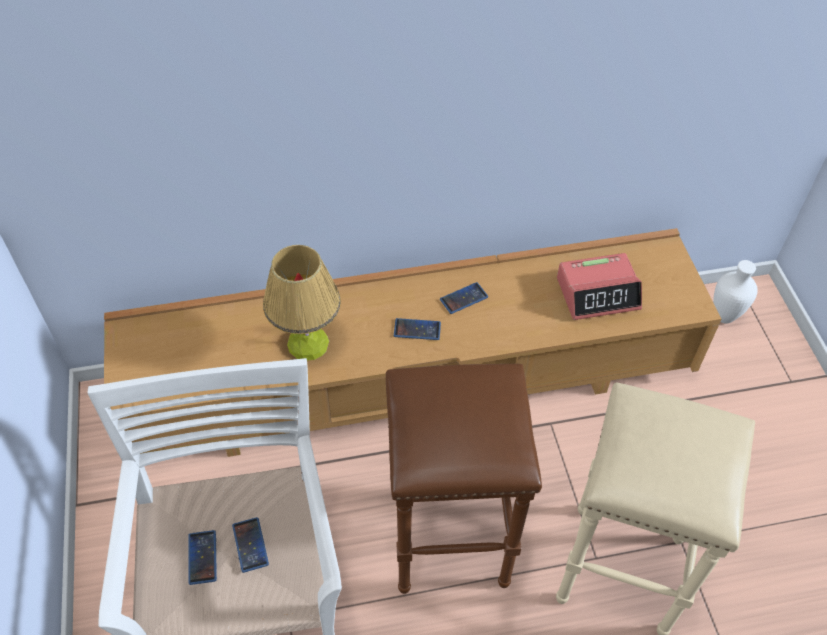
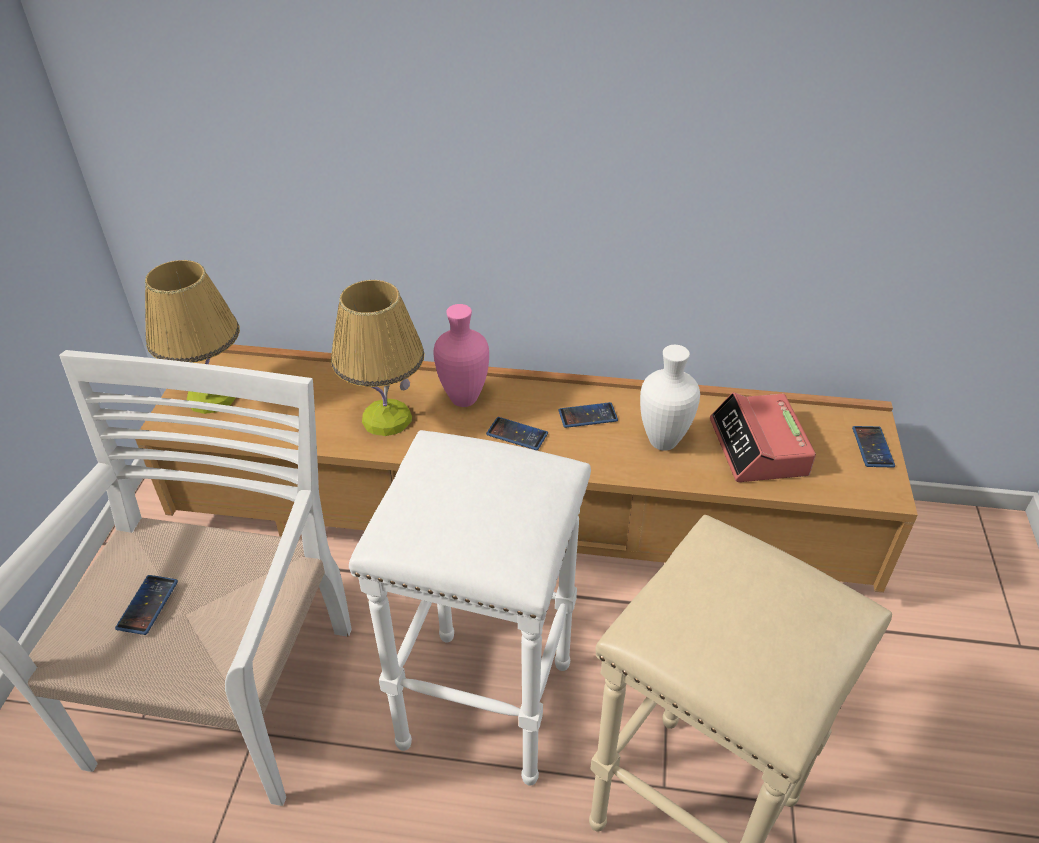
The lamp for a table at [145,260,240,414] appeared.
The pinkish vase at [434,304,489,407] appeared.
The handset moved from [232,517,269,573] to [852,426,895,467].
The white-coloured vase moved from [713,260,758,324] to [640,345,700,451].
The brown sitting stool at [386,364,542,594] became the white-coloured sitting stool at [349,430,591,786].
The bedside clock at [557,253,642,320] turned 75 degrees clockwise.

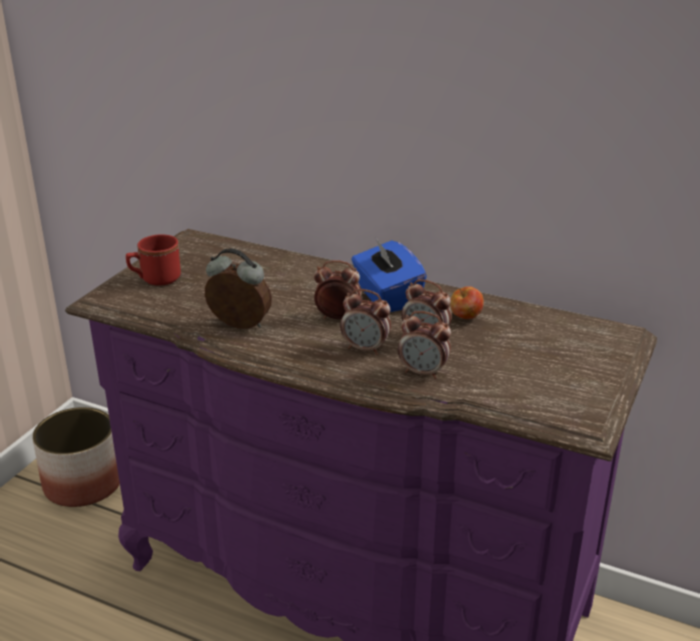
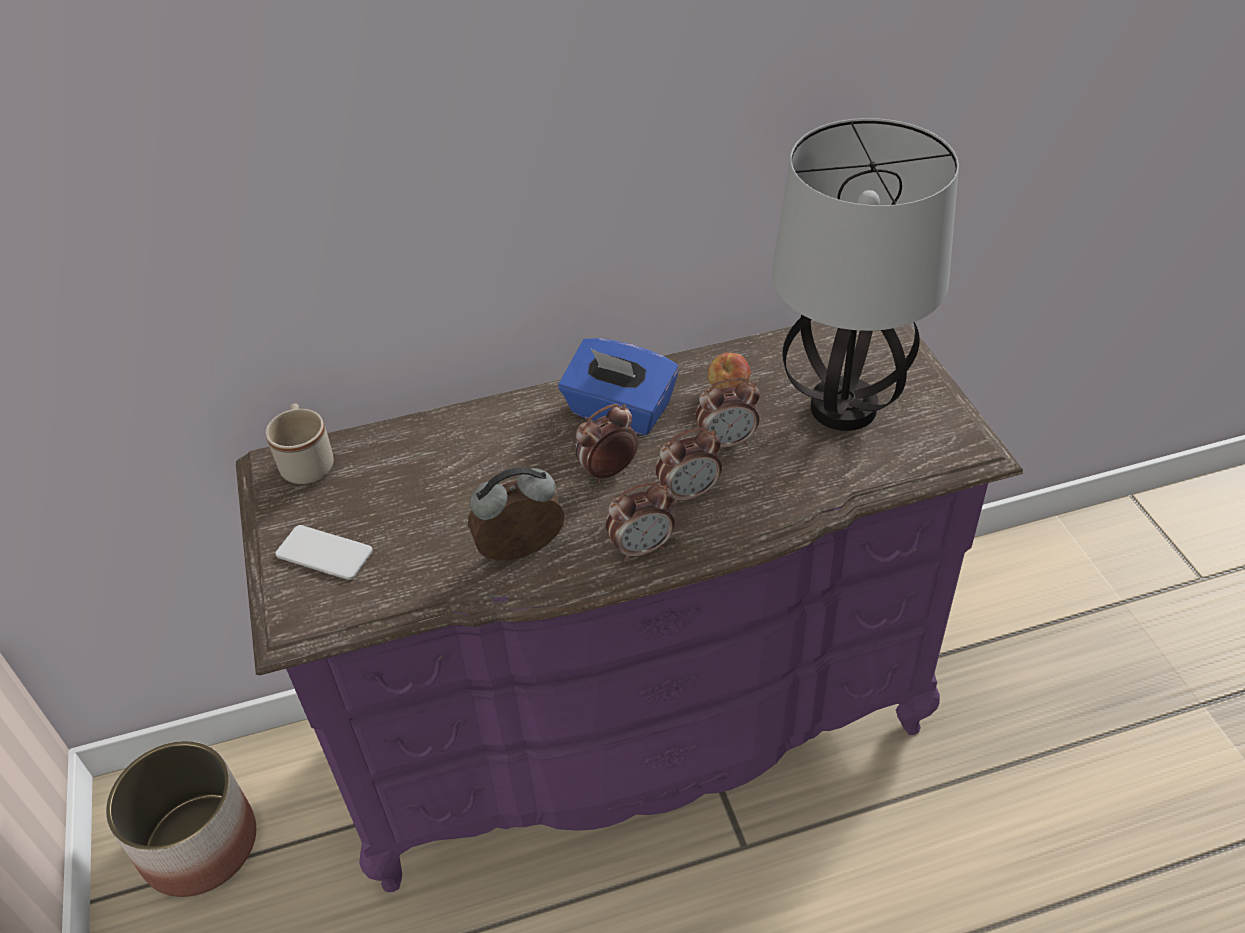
The sand-coloured coffee mug at [265,403,334,484] appeared.
The lamp for a table at [772,118,959,431] appeared.
The bedside clock moved from [398,311,451,379] to [606,482,675,561].
The red-coloured coffee mug at [126,234,181,286] was replaced by the handset at [275,525,373,580].

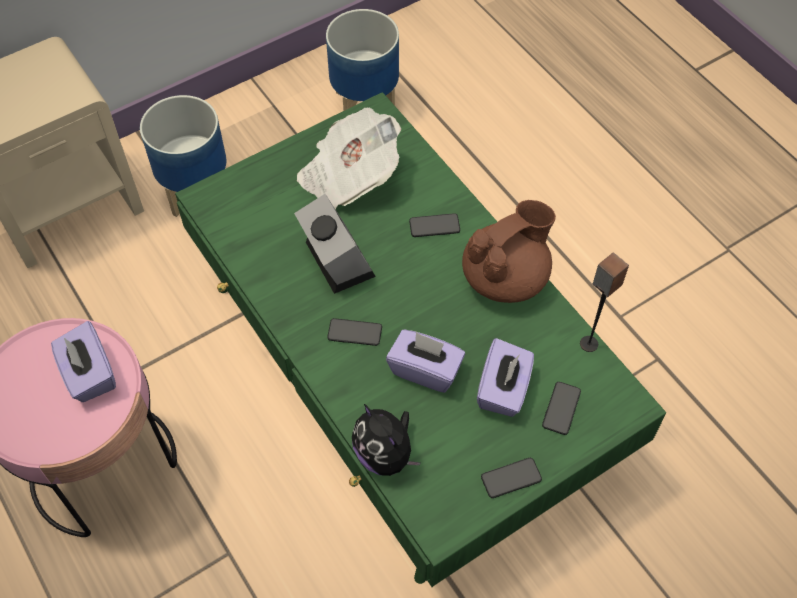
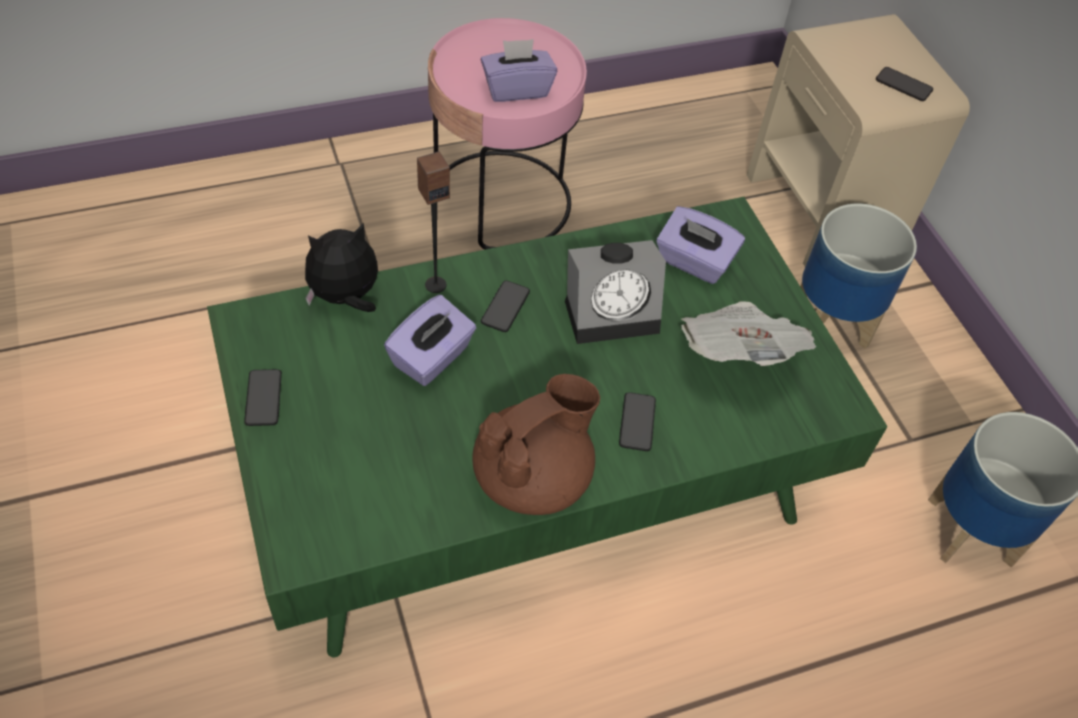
The purplish box of tissues moved from [477,338,534,417] to [656,206,745,284].
The handset moved from [542,382,581,435] to [876,67,933,101].
The audio speaker moved from [580,252,629,352] to [417,151,450,293].
The brown teapot at [462,200,556,303] turned 105 degrees counterclockwise.

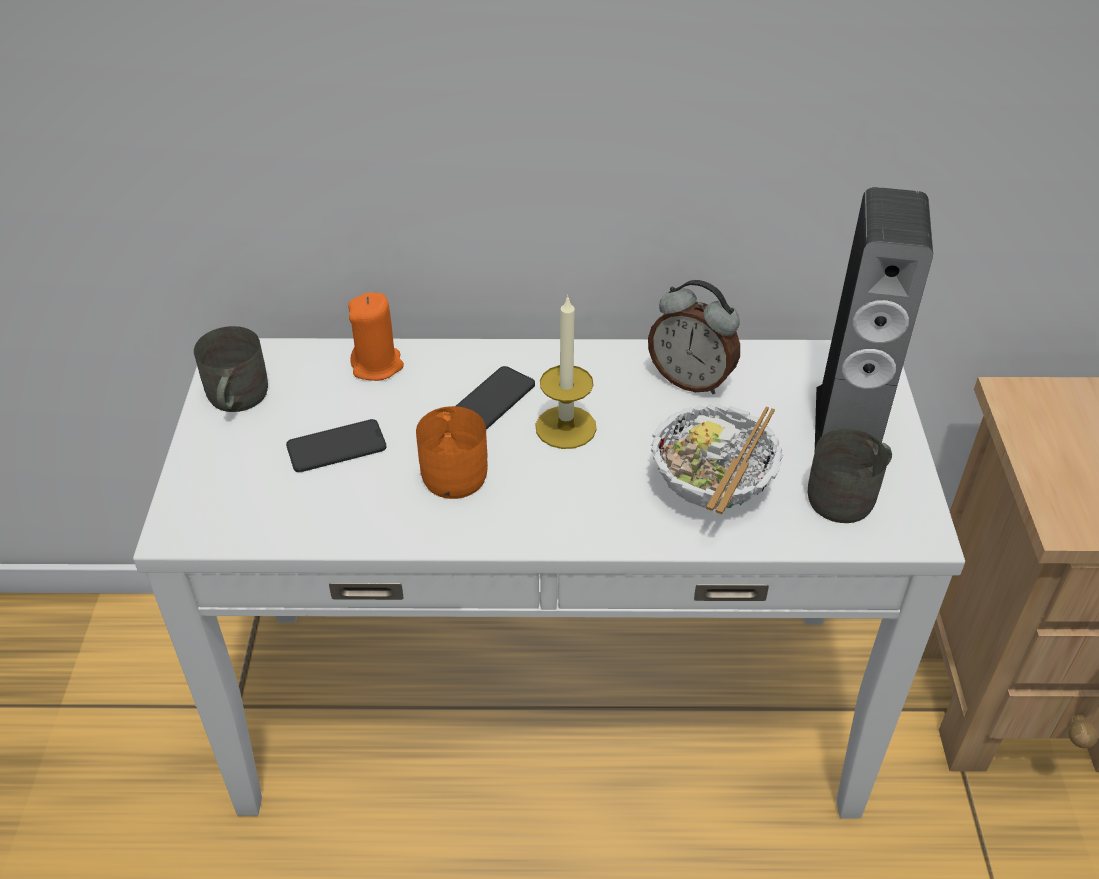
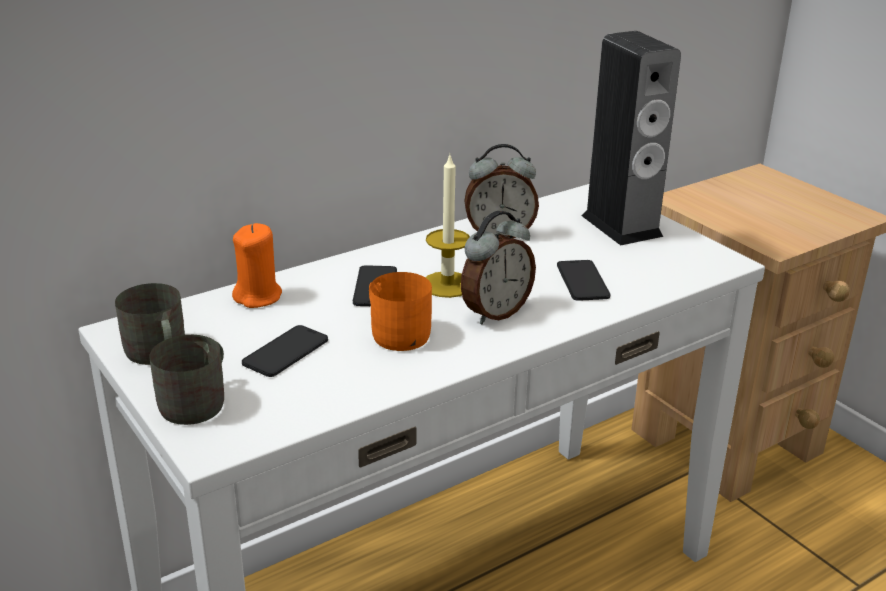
The bedside clock at [461,211,536,324] appeared.
The grey coffee mug moved from [808,429,892,523] to [149,335,224,425].
The serving bowl at [650,404,783,514] was replaced by the handset at [557,260,610,301].

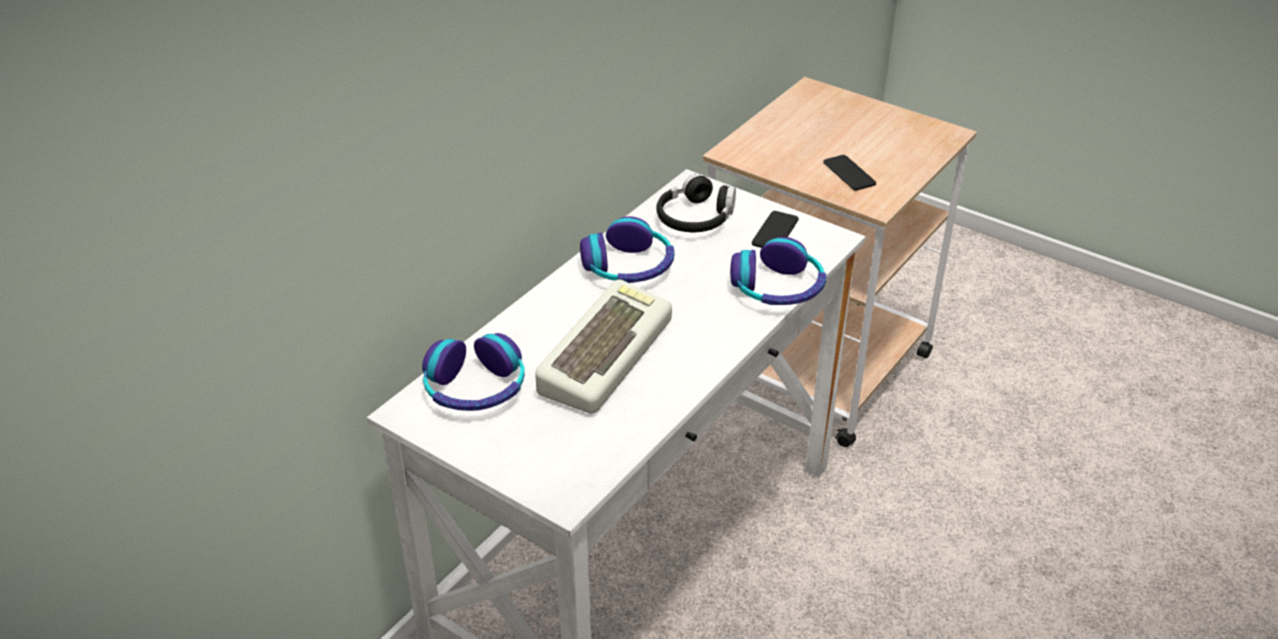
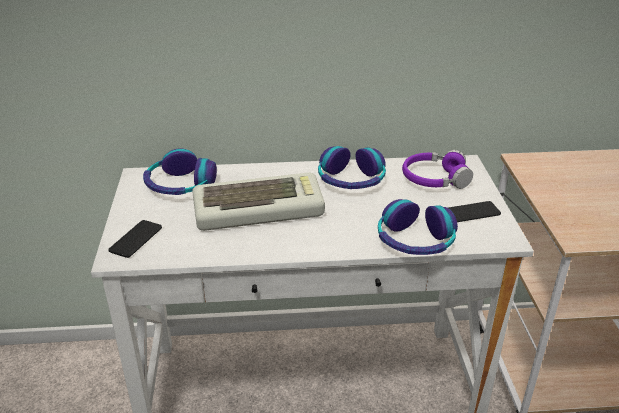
The handset moved from [823,155,876,191] to [108,220,162,258].
The blackish headset at [656,173,736,232] became the purplish headset at [402,150,473,189].

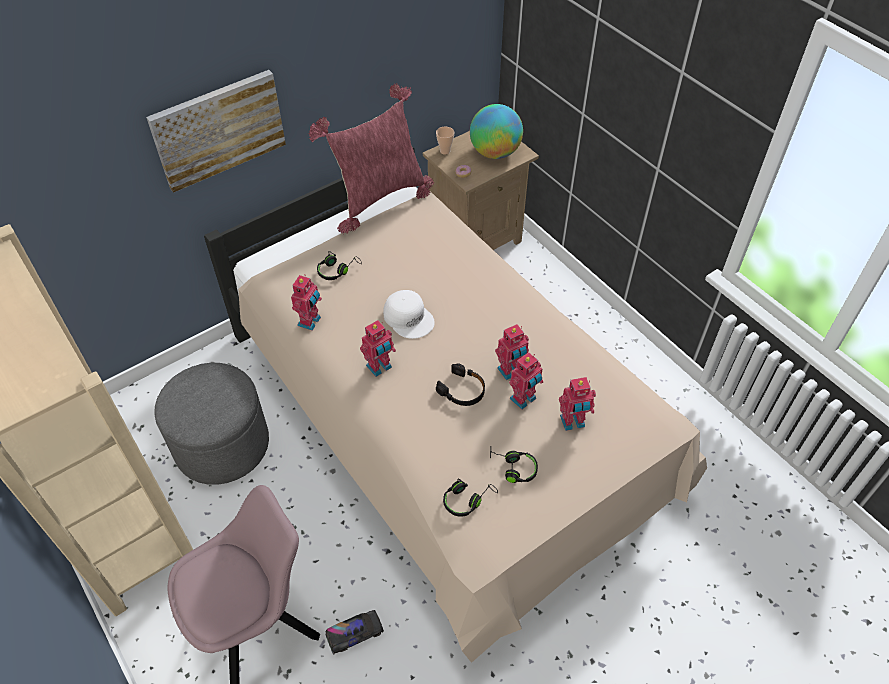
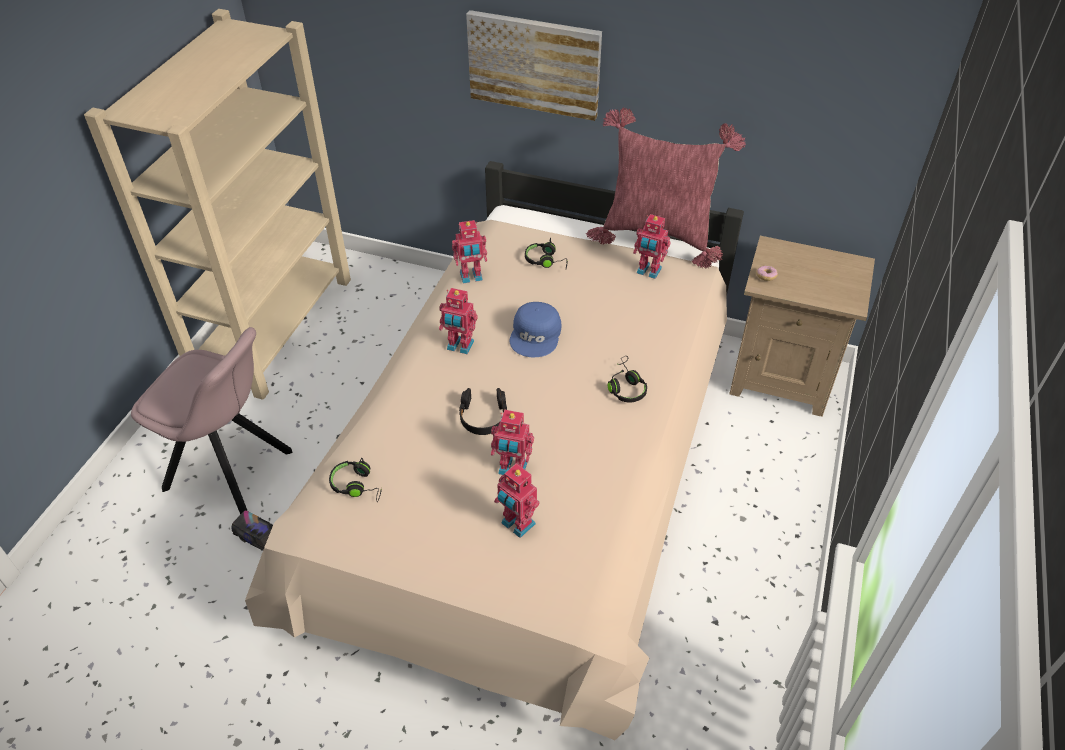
The grey ottoman at [154,363,269,485] disappeared.
The small cup at [436,127,454,154] disappeared.
The world globe at [470,104,523,159] disappeared.
The blackish headset moved from [490,448,538,483] to [608,356,647,403].
The toy robot moved from [495,324,529,380] to [633,214,670,279].
The white-coloured baseball cap at [383,290,435,339] became the bluish baseball cap at [509,302,561,357].

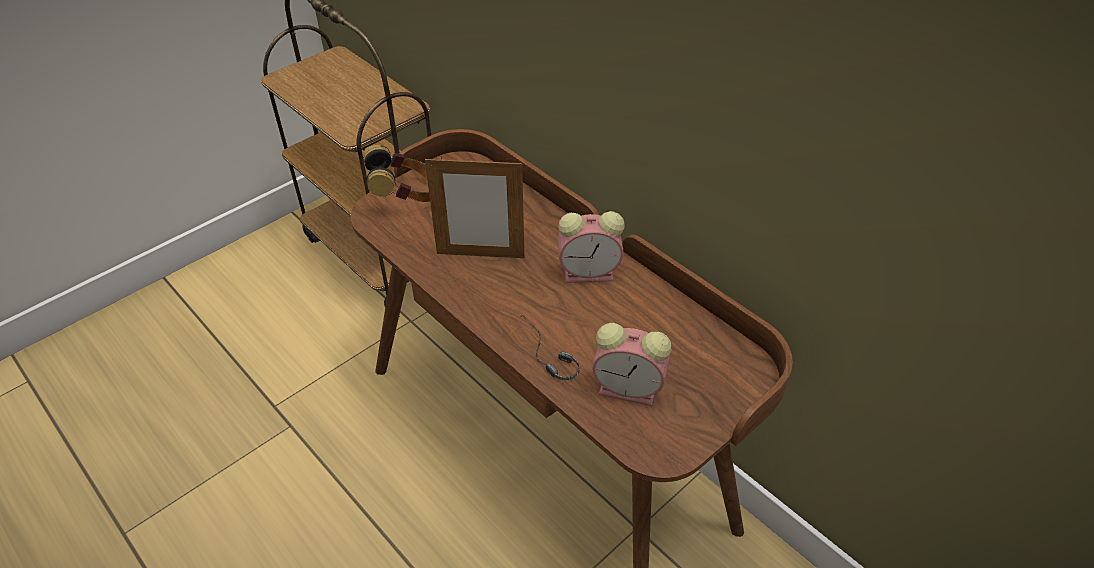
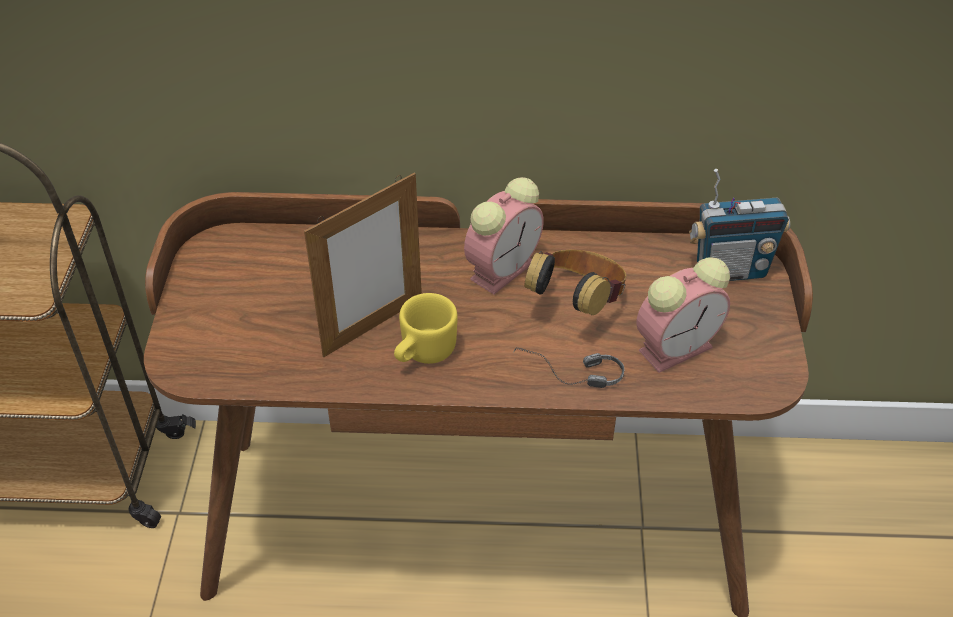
The yellow coffee mug at [394,293,458,364] appeared.
The radio set at [689,169,790,281] appeared.
The headset moved from [363,145,430,202] to [524,250,626,315].

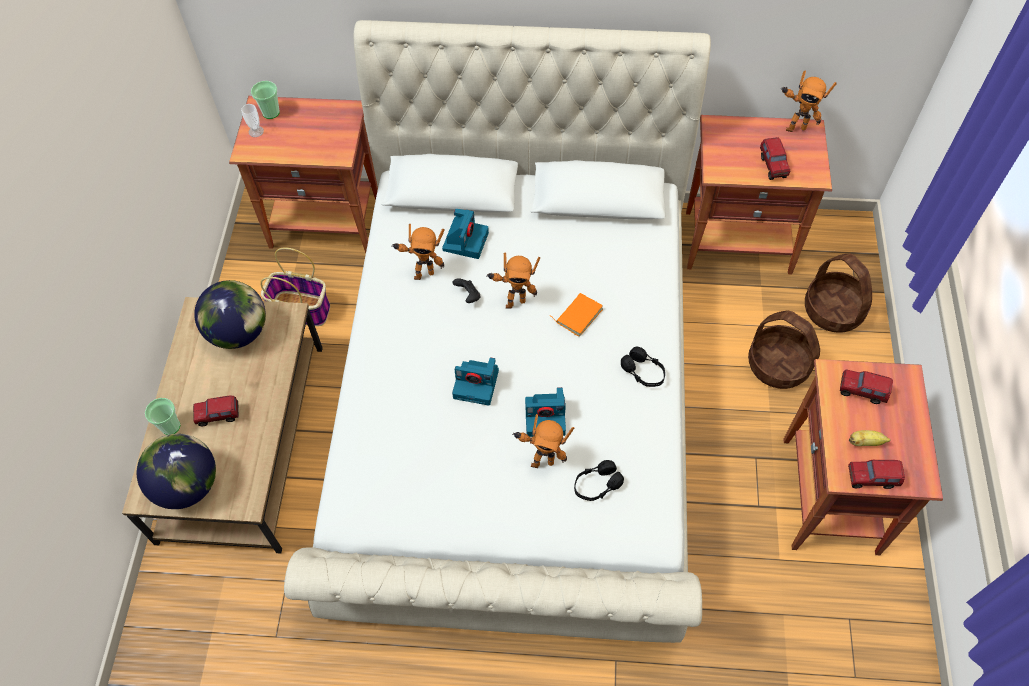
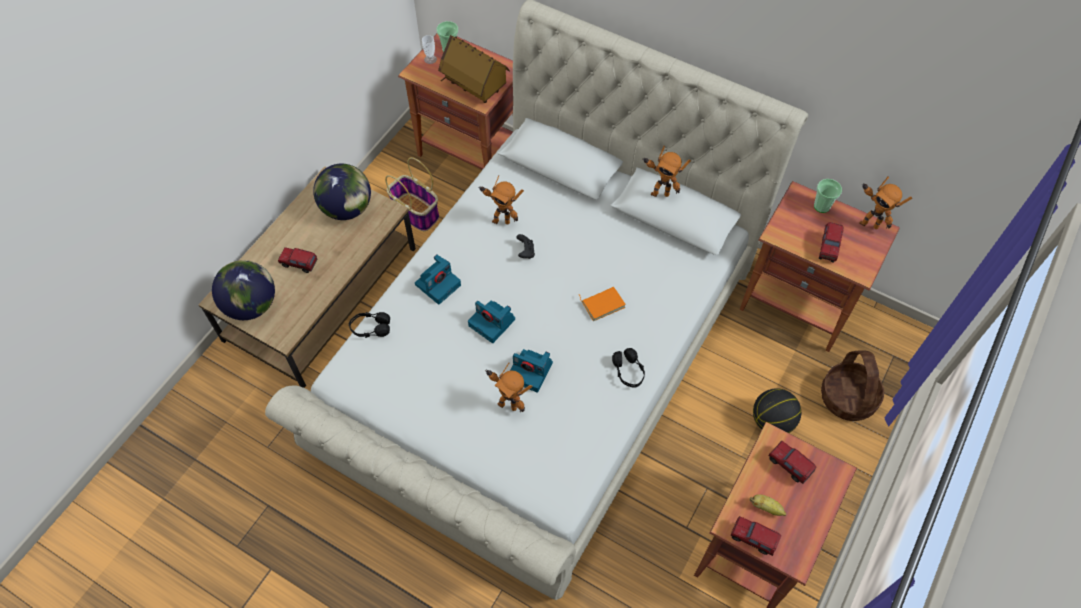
The miniature house at [438,35,510,103] appeared.
The small cup moved from [145,398,180,435] to [814,179,842,213].
The photo camera moved from [442,209,489,259] to [415,255,461,305].
The toy robot moved from [486,253,540,308] to [642,146,691,197].
The blackish headset moved from [574,460,624,501] to [349,312,390,338].
The basket at [748,311,820,389] was replaced by the basketball at [753,388,801,433].

